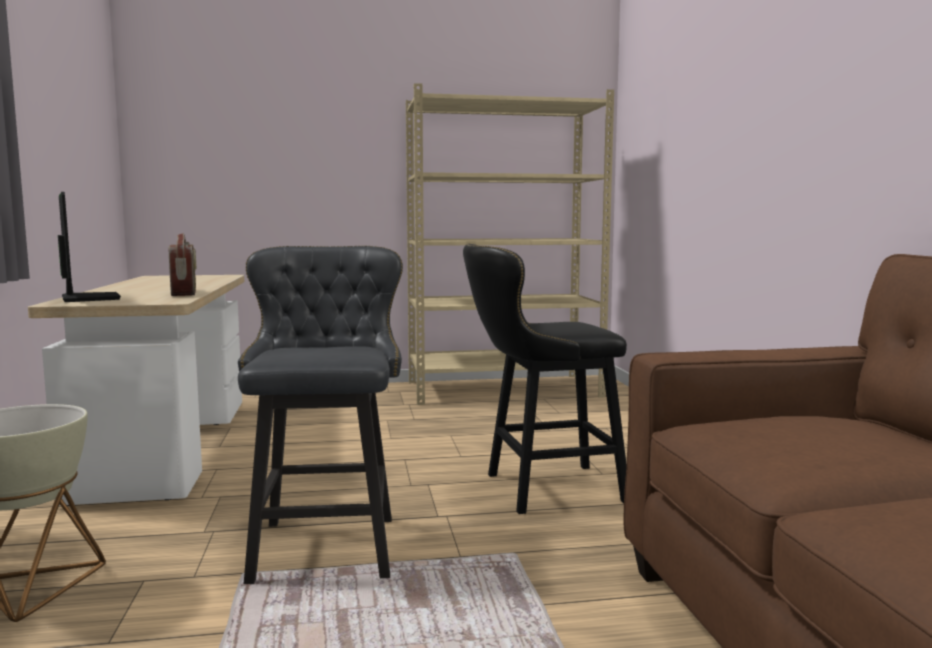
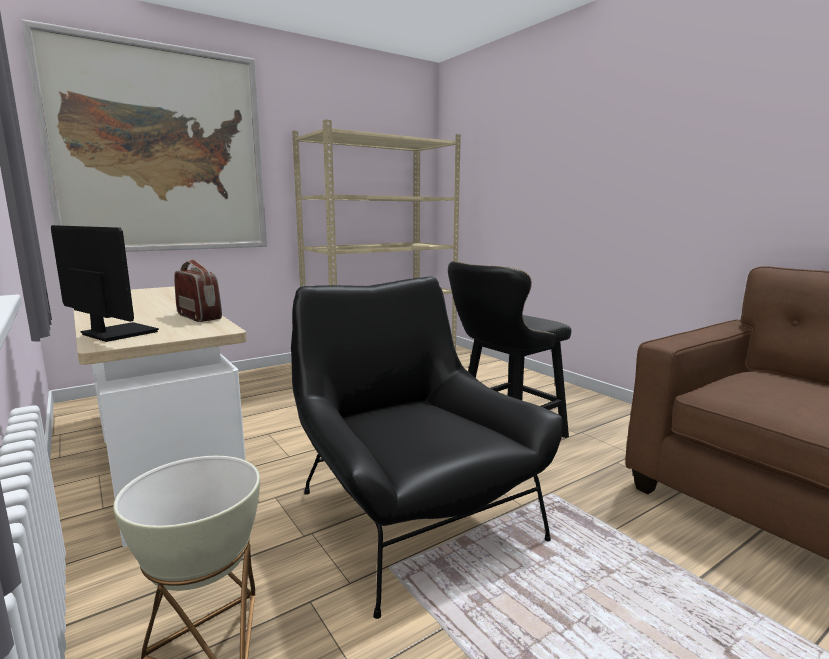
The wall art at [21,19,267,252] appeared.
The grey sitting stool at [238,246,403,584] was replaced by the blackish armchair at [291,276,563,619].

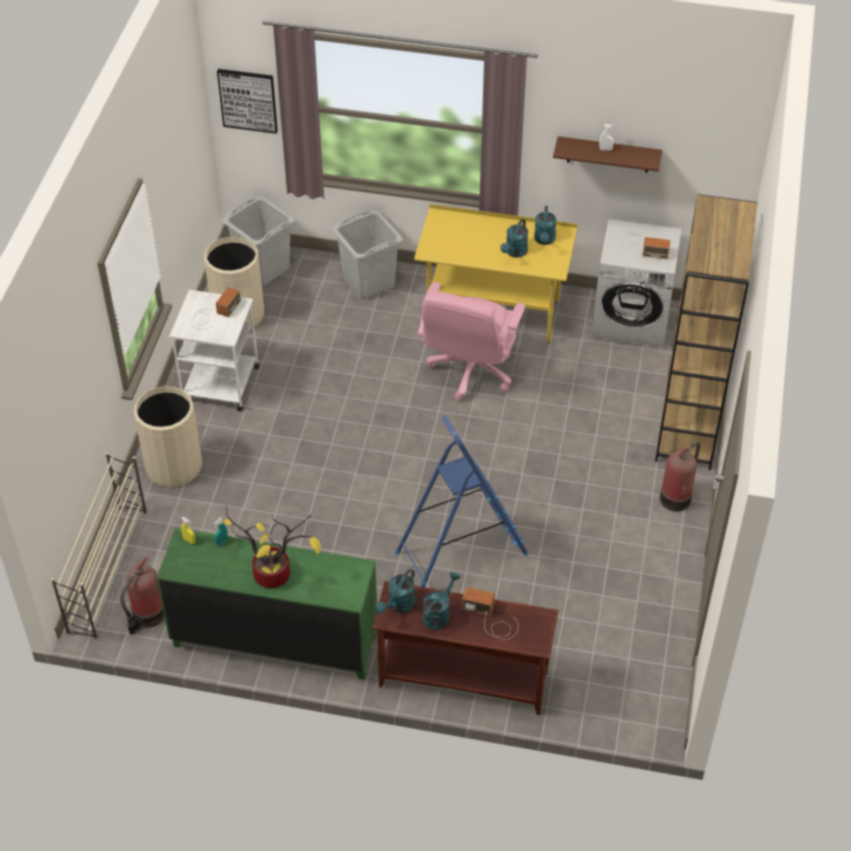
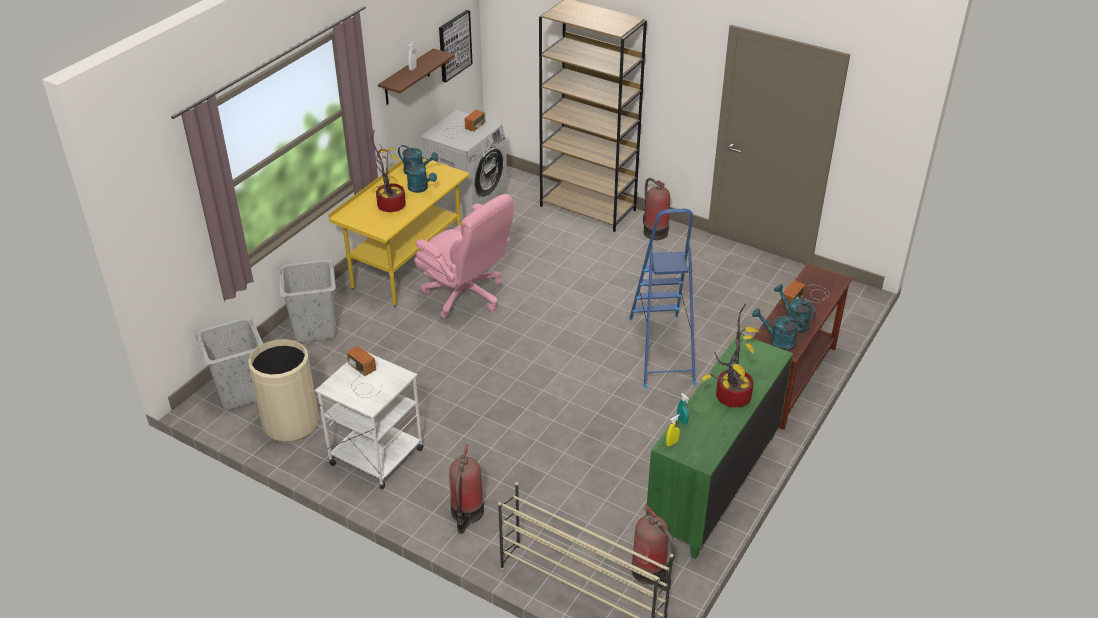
The plant in a pot at [372,130,406,212] appeared.
The wall art moved from [217,69,278,134] to [439,10,473,83].
The sand-coloured trash can at [134,386,202,487] was replaced by the fire extinguisher at [449,445,484,534].
The turquoise-coloured sprinkling can at [375,569,416,613] turned 150 degrees clockwise.

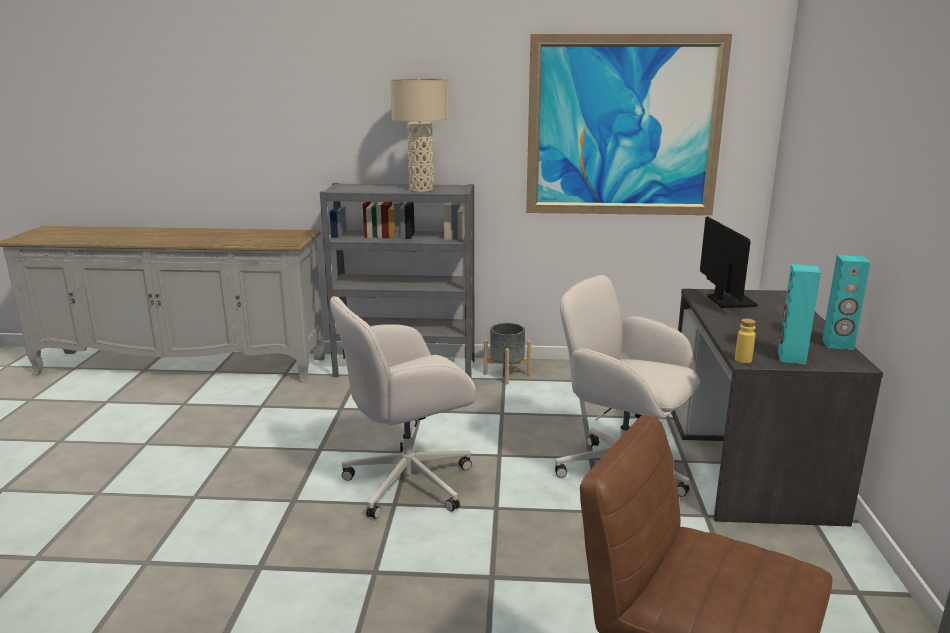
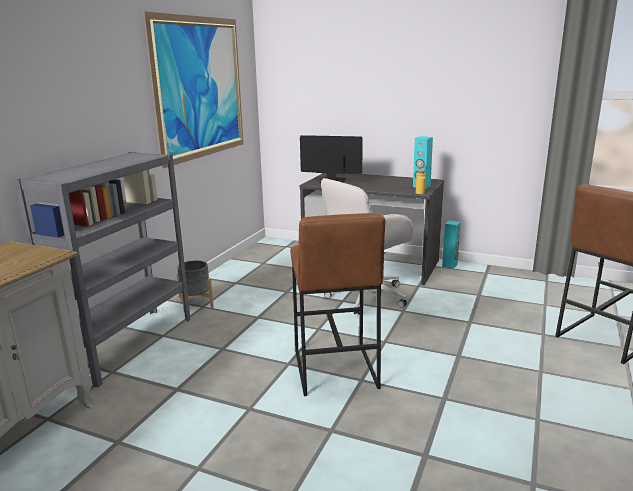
The sand-coloured lamp for a table at [390,78,447,192] disappeared.
The turquoise-coloured audio speaker moved from [822,255,871,350] to [442,220,461,269].
The white-coloured office chair at [330,296,476,519] was replaced by the brown sitting stool at [290,213,385,396].

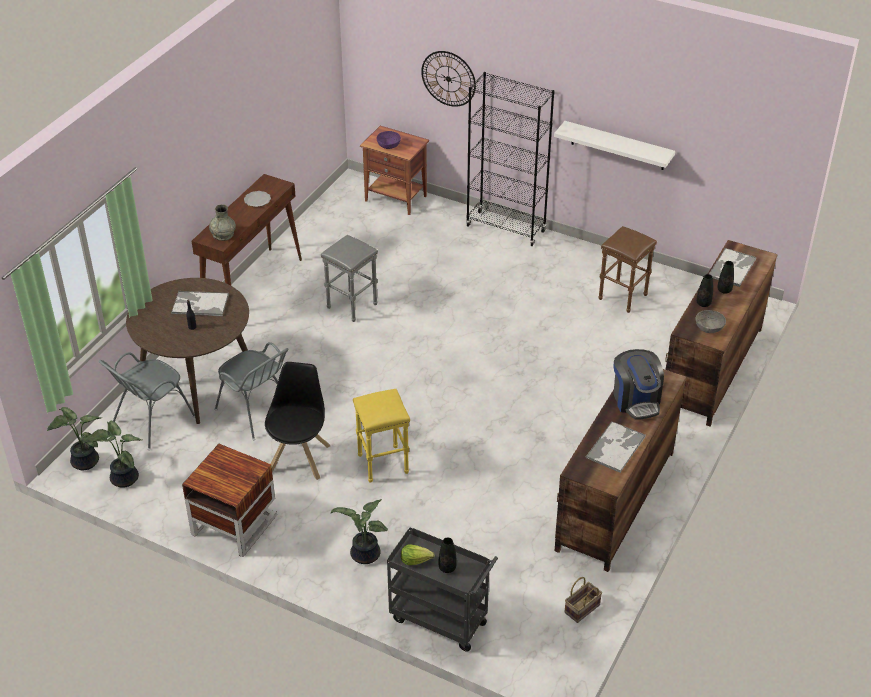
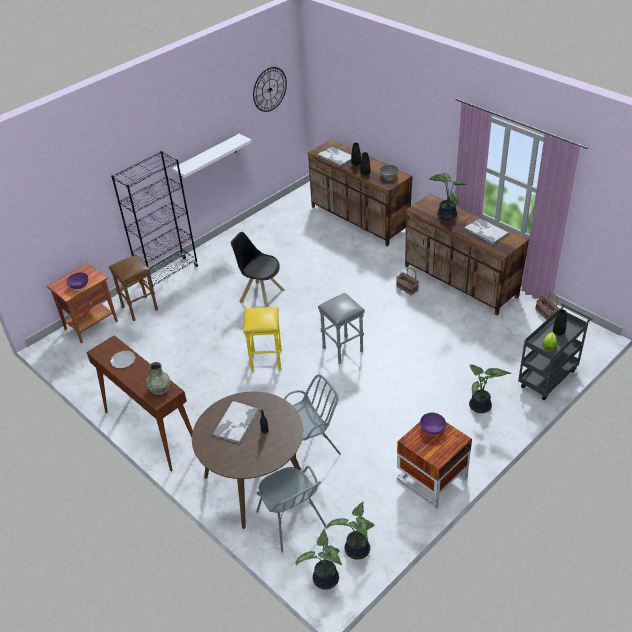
The basket at [396,267,419,296] appeared.
The purplish serving bowl at [420,413,446,435] appeared.
The blackish plain chair moved from [265,362,330,480] to [231,232,285,307].
The grey sitting stool moved from [321,235,378,322] to [318,293,365,364].
The yellow sitting stool moved from [353,389,410,483] to [243,307,282,372].
The hanging clock moved from [421,51,476,107] to [253,67,287,112].
The brown sitting stool moved from [598,226,657,313] to [109,255,158,321].
The coffee machine at [614,349,664,420] was replaced by the plant in a pot at [429,173,467,220].

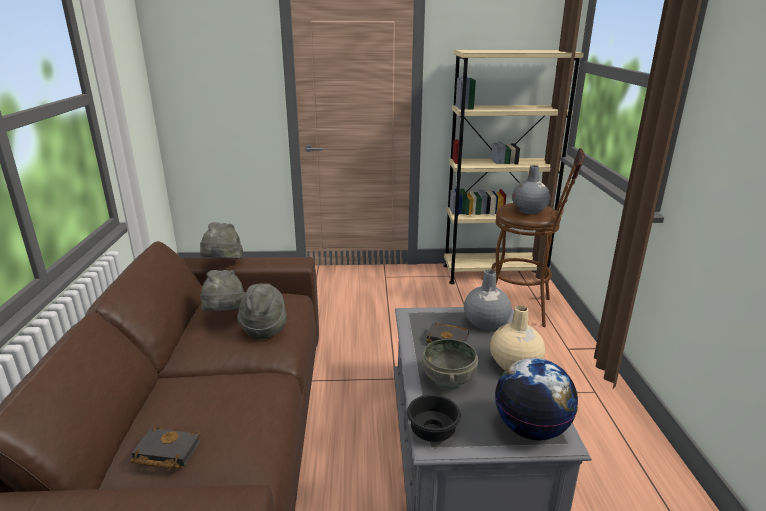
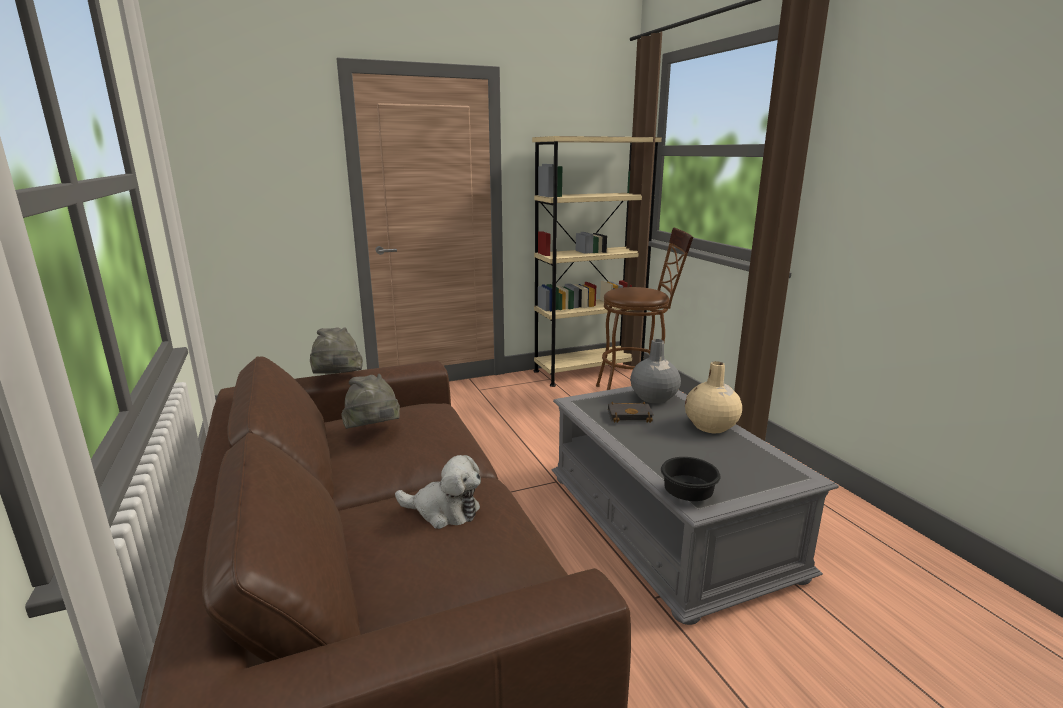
The blackish volume at [131,427,201,469] disappeared.
The grey wearable hat at [237,283,286,339] disappeared.
The grey serving bowl at [422,339,479,389] disappeared.
The world globe at [495,358,578,440] disappeared.
The grey vase at [512,165,550,214] disappeared.
The cuddly toy at [395,455,481,529] appeared.

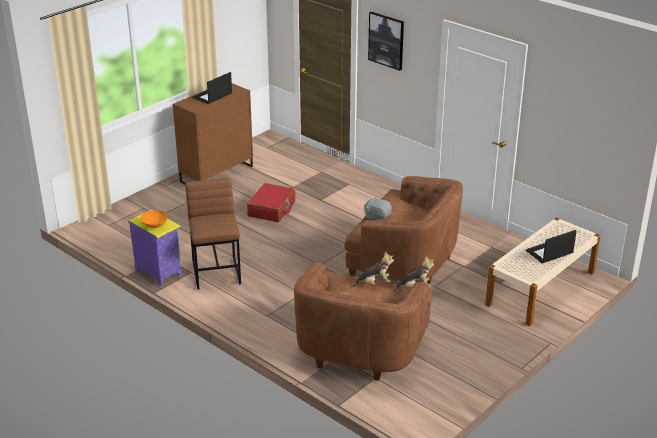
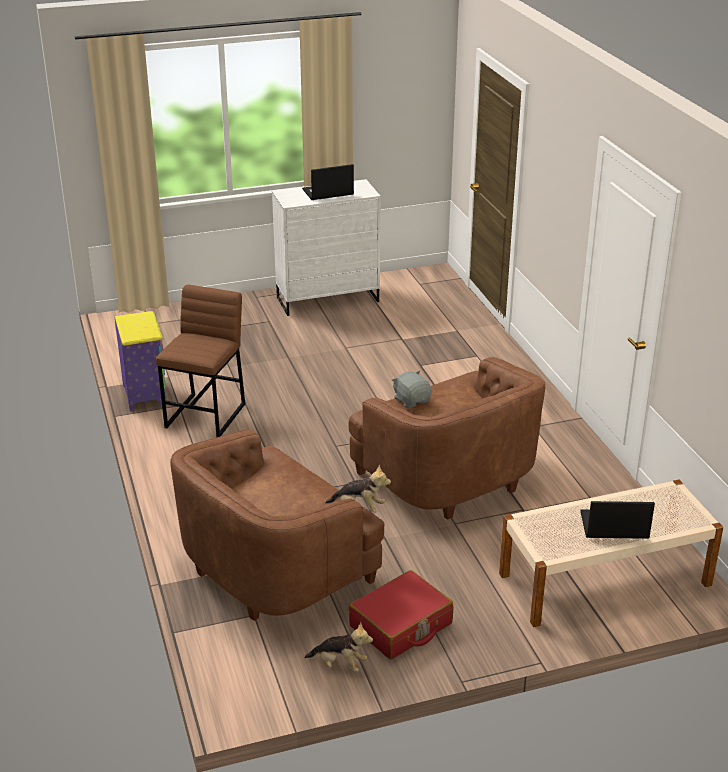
The orange-coloured serving bowl at [140,210,168,228] disappeared.
The wall art at [368,12,404,71] disappeared.
The red-coloured piece of luggage moved from [247,183,295,222] to [349,570,453,659].
The cuddly toy moved from [353,251,394,287] to [304,622,373,672].
The brown drawer chest at [173,83,253,184] became the white-coloured drawer chest at [272,179,381,316].

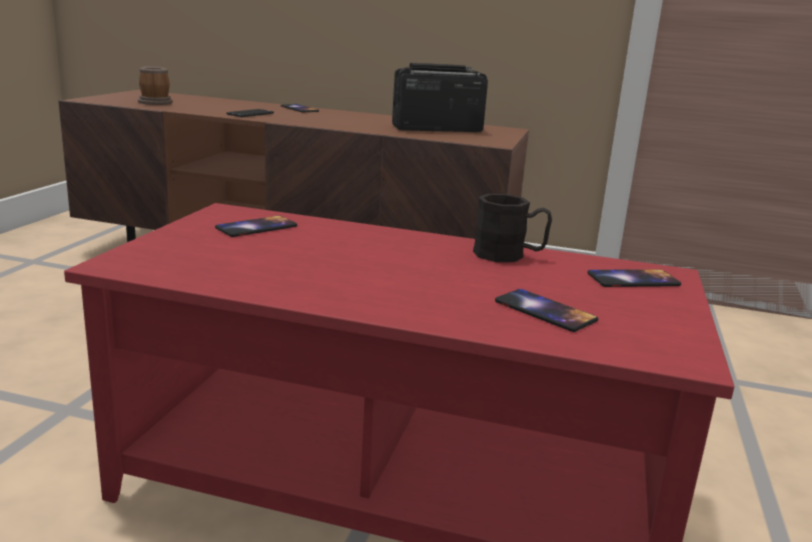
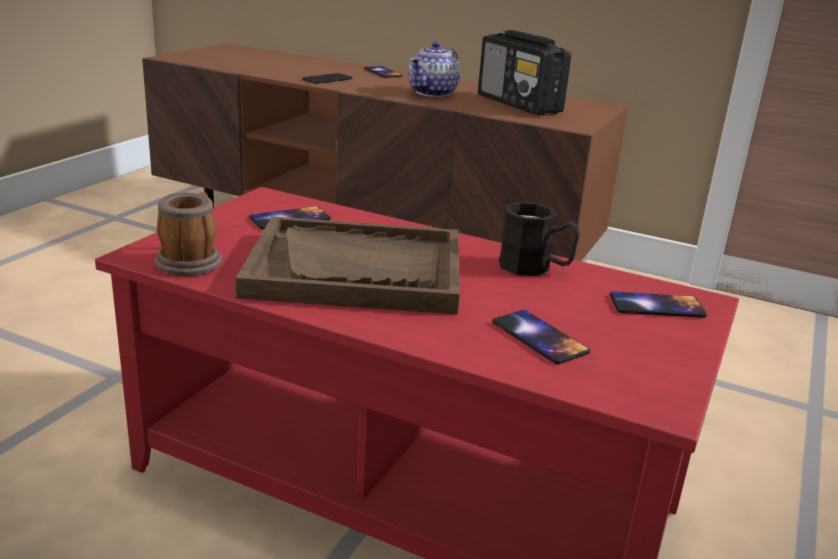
The brown serving tray at [236,216,460,315] appeared.
The teapot at [408,42,460,97] appeared.
The coffee mug moved from [138,66,173,105] to [155,192,222,276].
The radio set at [392,63,488,132] turned 120 degrees counterclockwise.

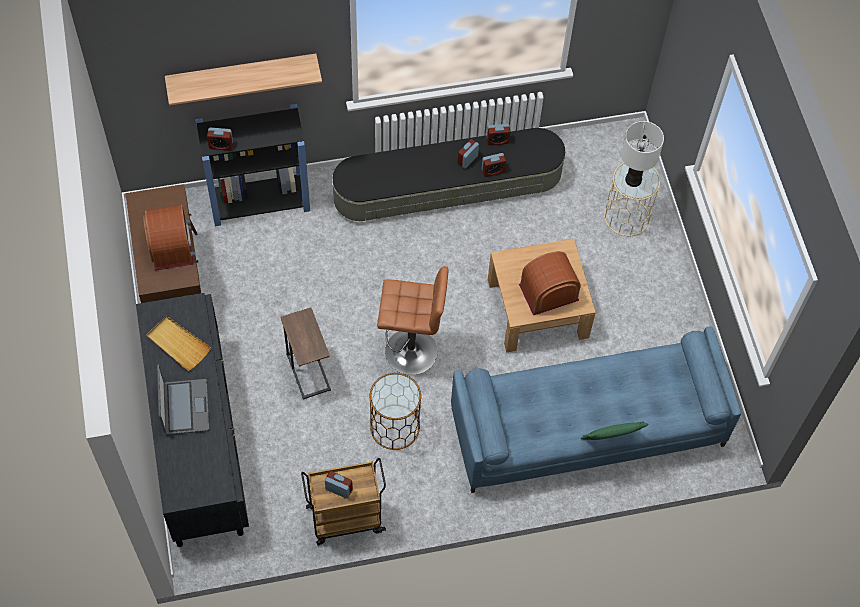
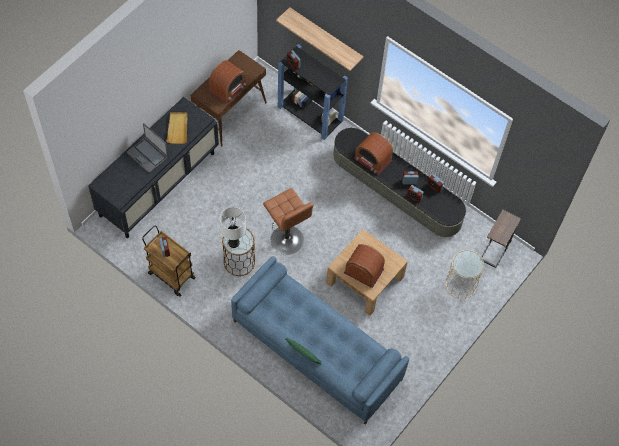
The radio set at [354,132,393,175] appeared.
The brown end table moved from [281,307,331,399] to [481,210,521,268].
The white-coloured lamp for a table moved from [621,121,664,187] to [220,207,246,248].
The laptop at [157,364,209,435] turned 90 degrees clockwise.

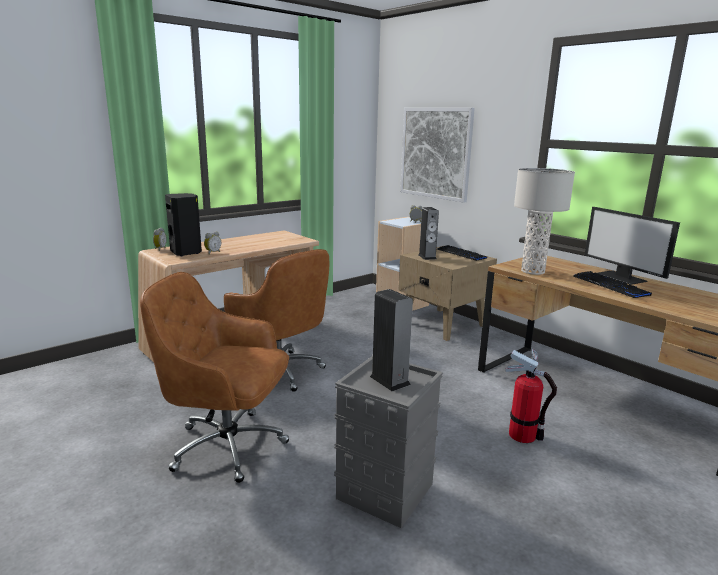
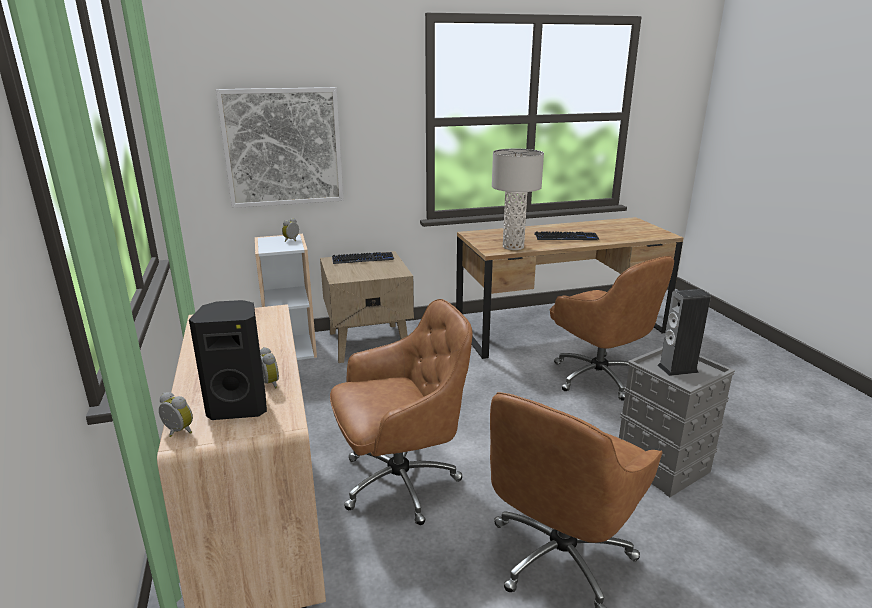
The audio speaker at [418,207,439,260] disappeared.
The computer screen at [585,207,680,285] disappeared.
The fire extinguisher at [505,349,557,443] was replaced by the brown office chair at [550,256,674,401].

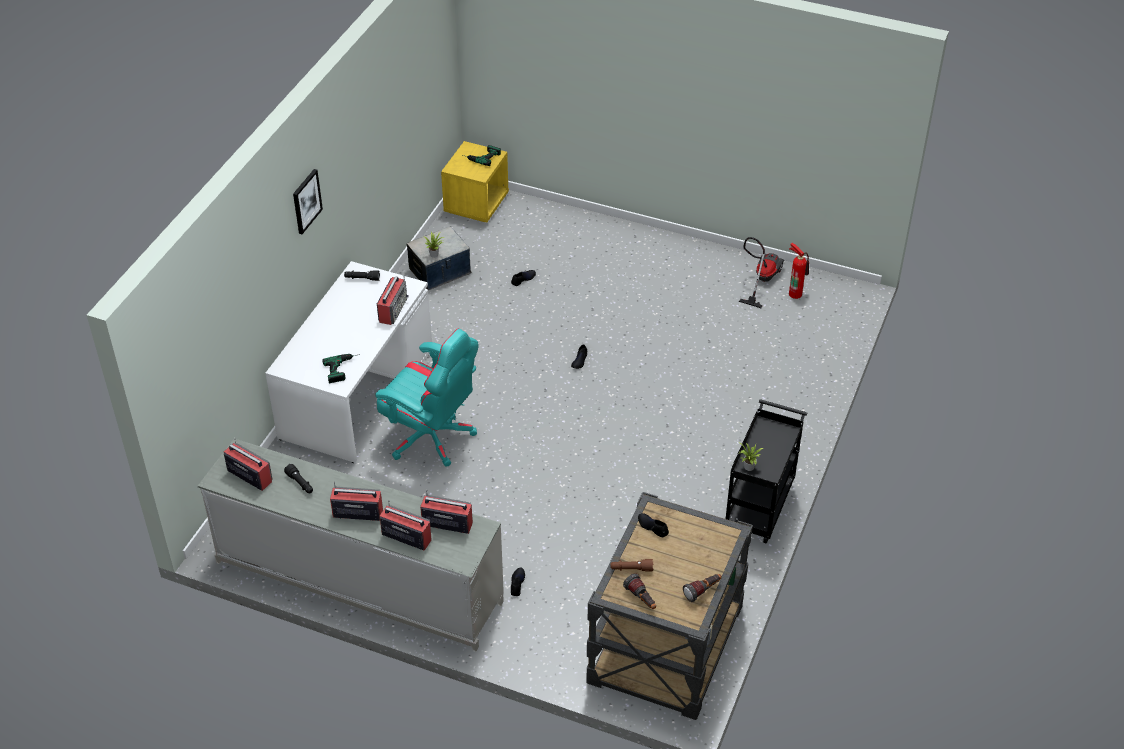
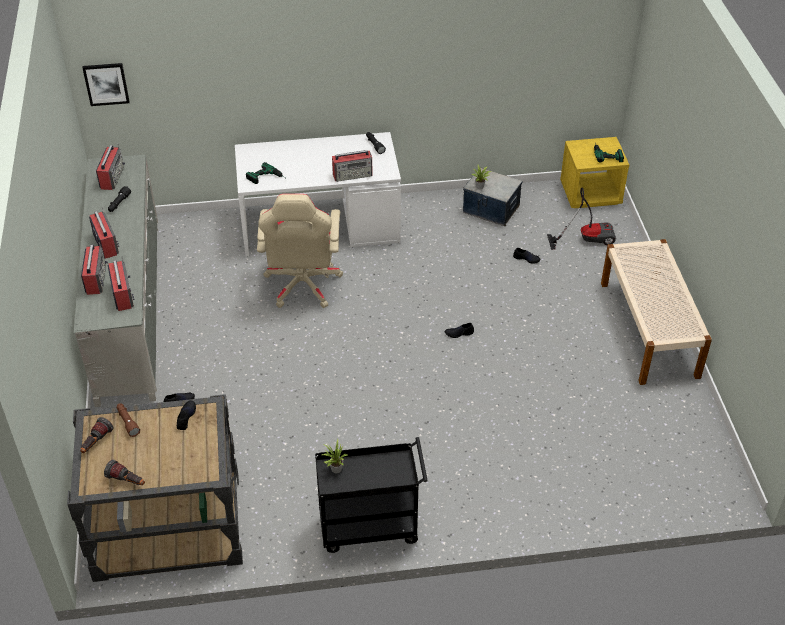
The fire extinguisher at [789,243,809,299] disappeared.
The sand-coloured indoor bench at [601,239,712,385] appeared.
The wall art moved from [293,169,323,234] to [82,63,130,106].
The hoover moved from [739,237,784,308] to [547,188,616,250].
The turquoise-coloured office chair at [375,328,479,467] became the sand-coloured office chair at [257,194,343,308].

